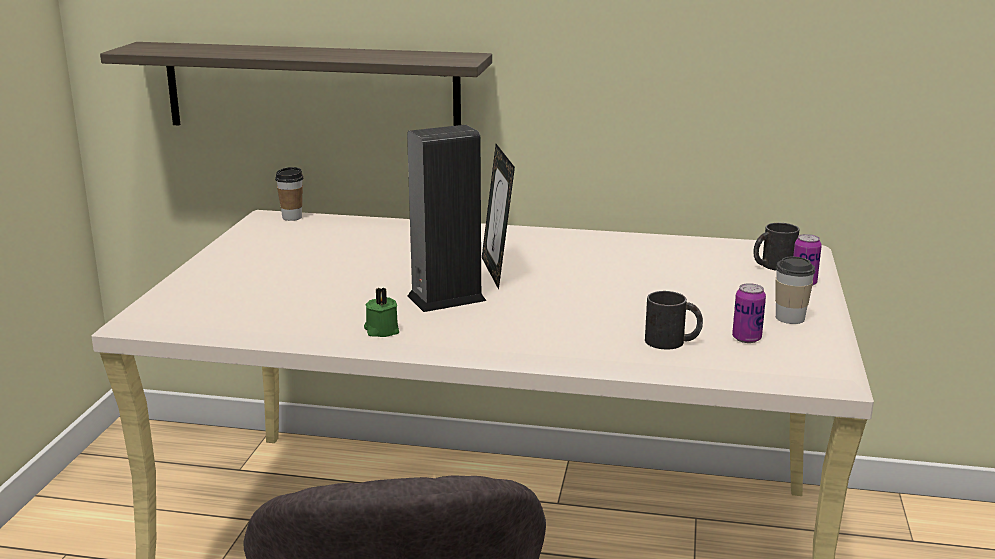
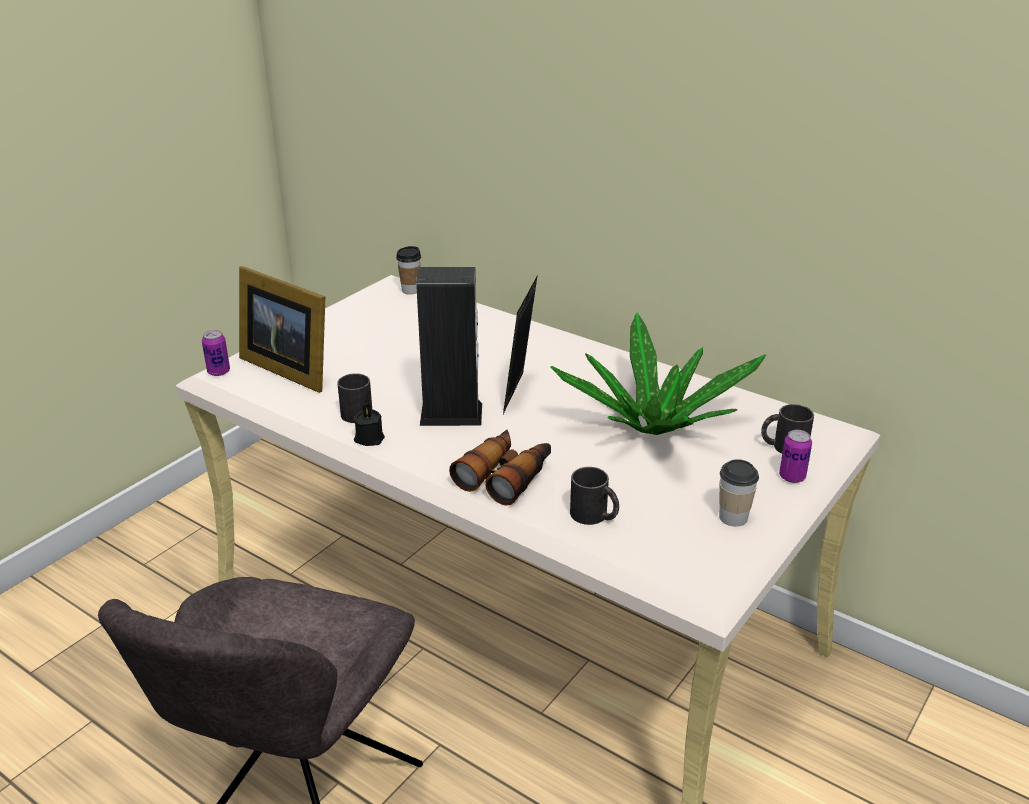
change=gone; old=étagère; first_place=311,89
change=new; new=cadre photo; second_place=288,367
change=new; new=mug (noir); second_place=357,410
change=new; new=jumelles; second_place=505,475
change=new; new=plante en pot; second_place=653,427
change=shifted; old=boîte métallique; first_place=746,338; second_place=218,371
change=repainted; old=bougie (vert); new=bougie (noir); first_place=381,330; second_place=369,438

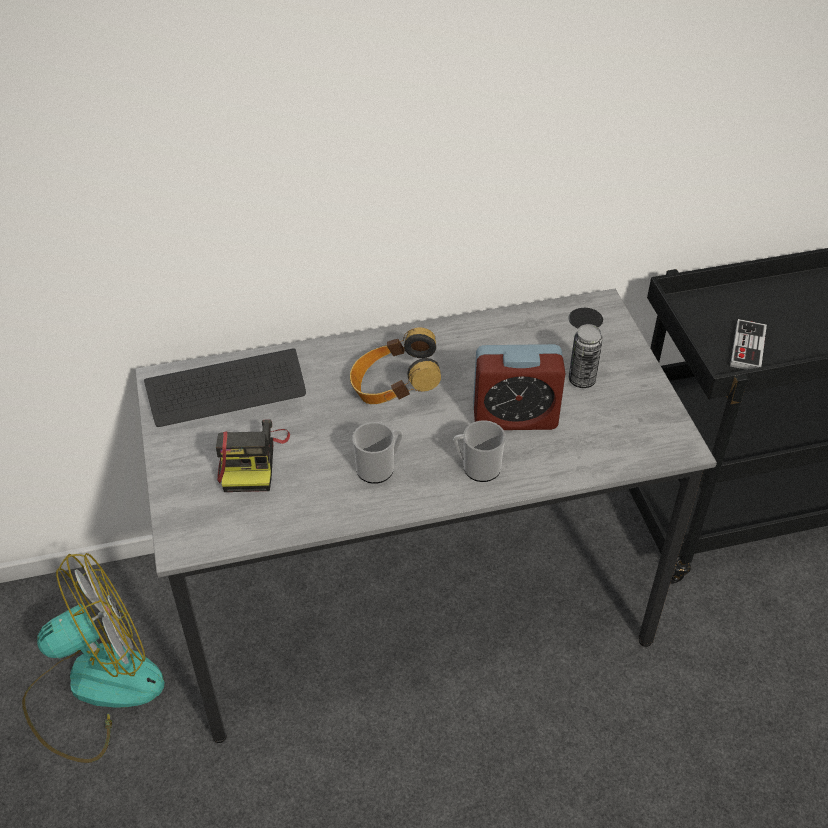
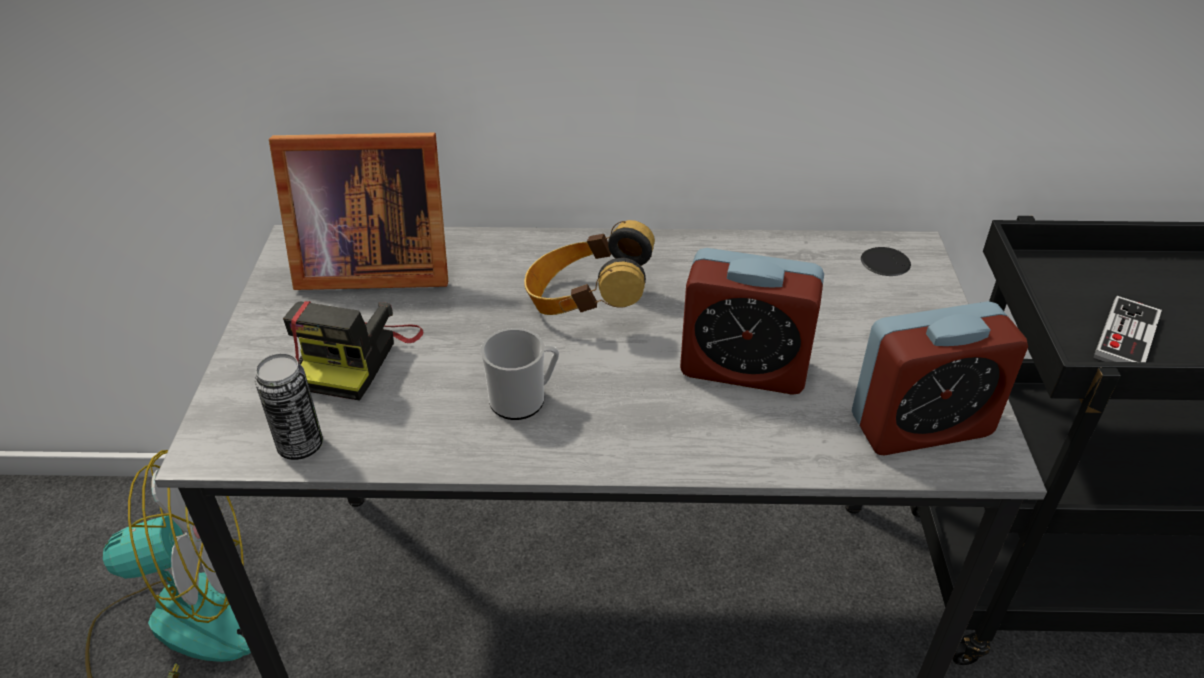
change=gone; old=mug; first_place=477,467
change=new; new=réveil; second_place=920,426
change=shifted; old=boîte métallique; first_place=581,380; second_place=300,445
change=swapped; old=clavier; new=cadre photo; first_place=226,390; second_place=369,267

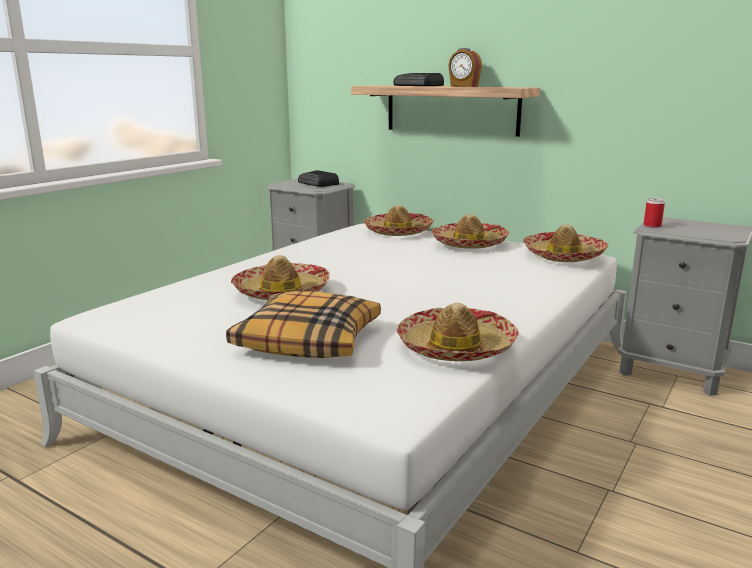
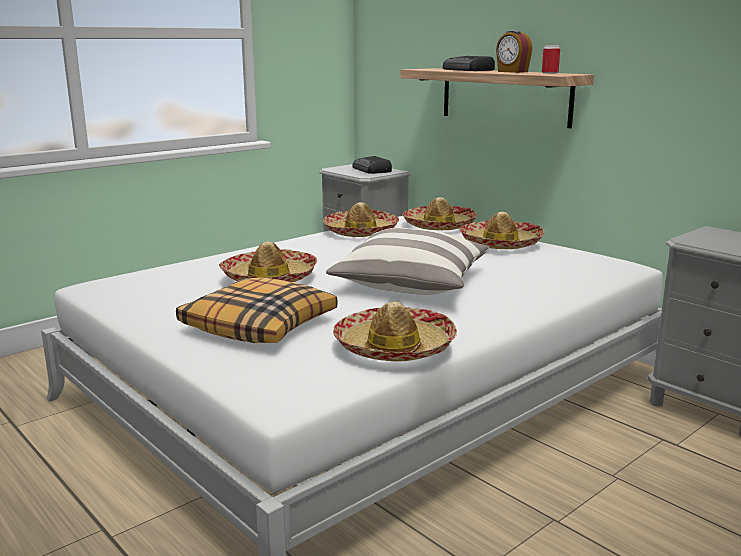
change=new; new=coussin; second_place=411,283
change=shifted; old=chapeau; first_place=563,256; second_place=361,231
change=shifted; old=boîte métallique; first_place=652,226; second_place=550,73

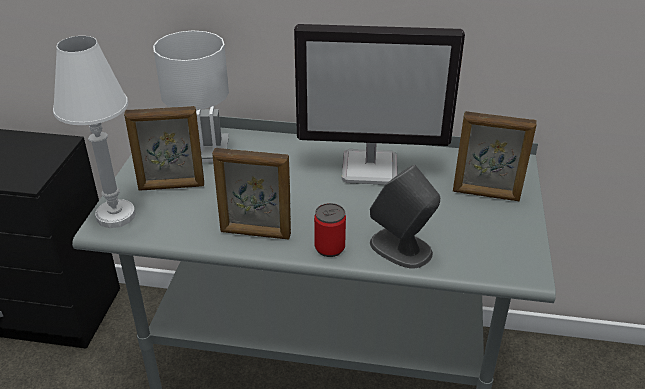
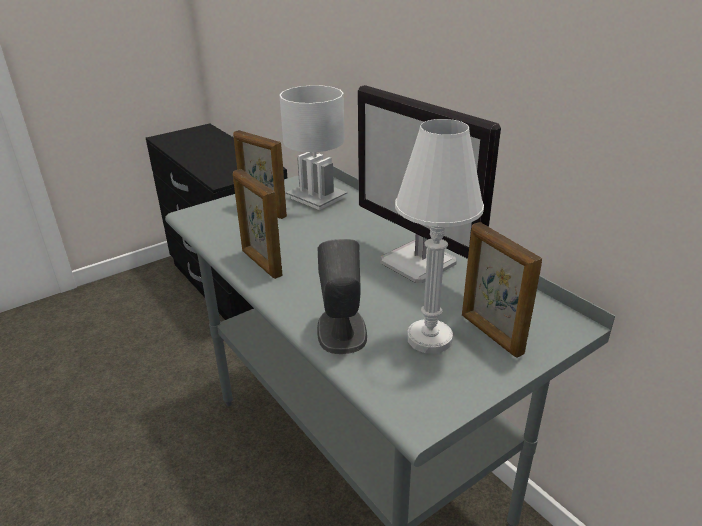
change=gone; old=boîte métallique; first_place=329,248
change=shifted; old=lampe de table (blanc); first_place=116,216; second_place=429,339

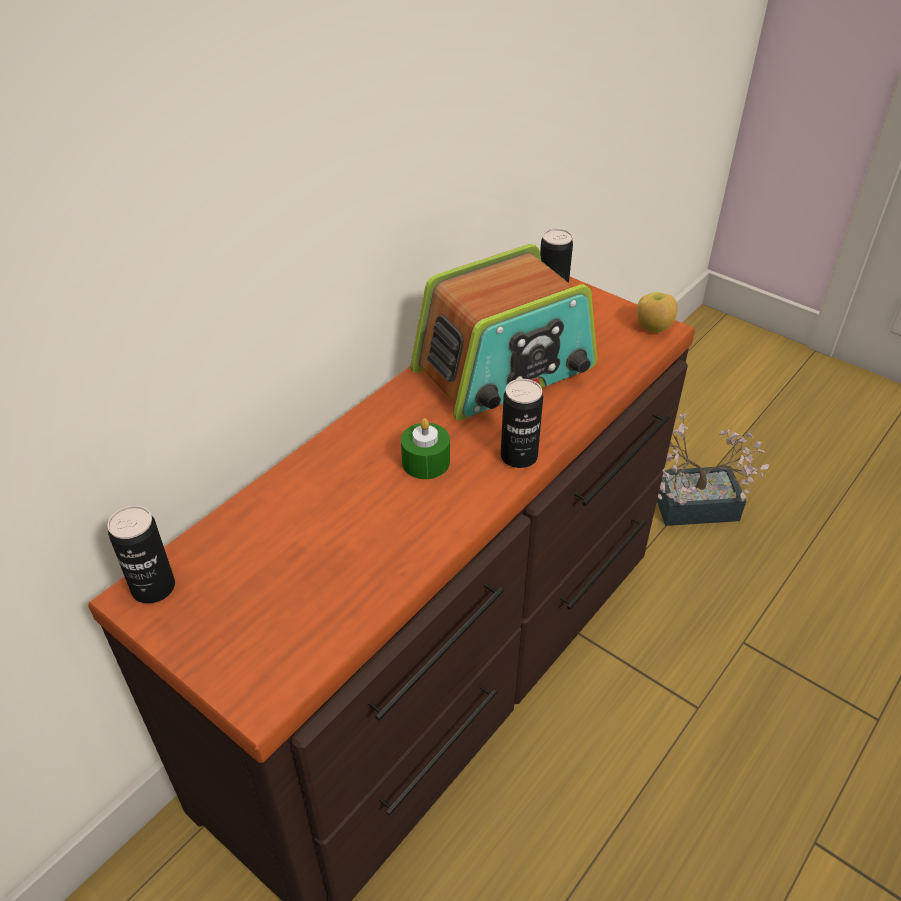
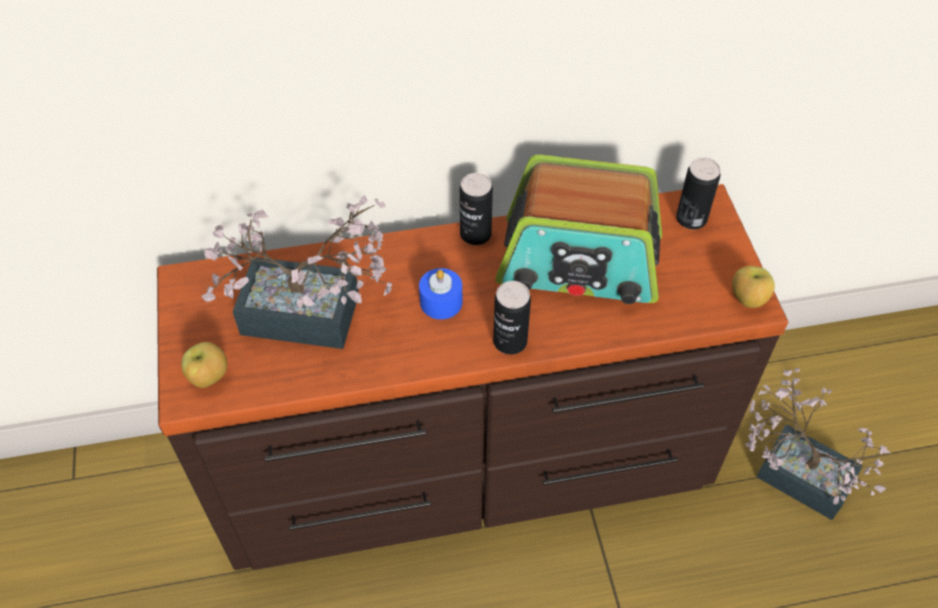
change=new; new=pomme; second_place=209,378
change=new; new=plante en pot; second_place=314,317
change=shifted; old=boîte métallique; first_place=153,588; second_place=475,234
change=repainted; old=bougie (vert); new=bougie (bleu); first_place=425,462; second_place=441,302

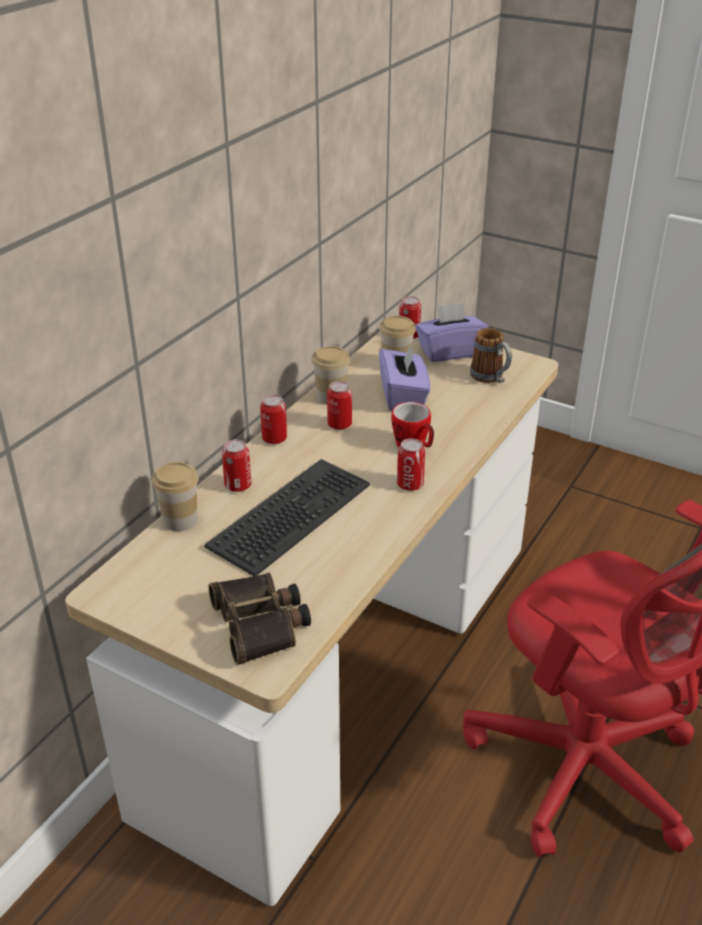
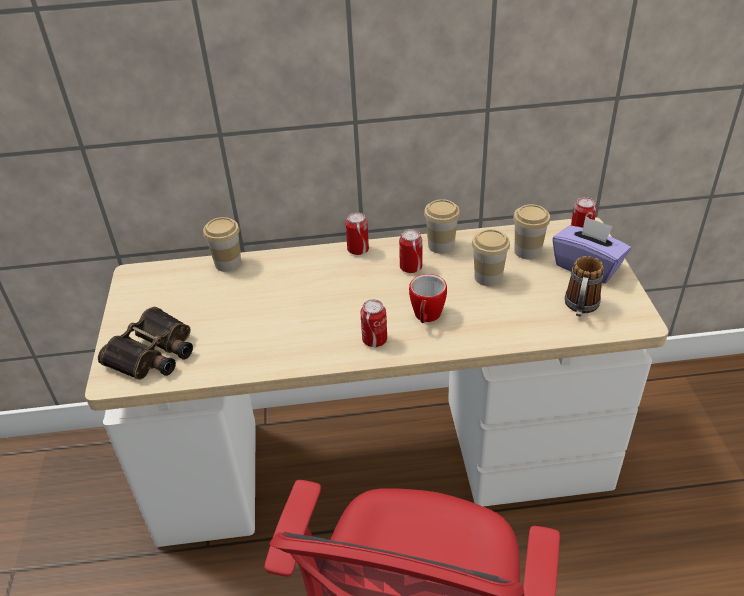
change=gone; old=clavier; first_place=292,517
change=gone; old=boîte métallique; first_place=238,485
change=swapped; old=boîte à mouchoirs (violet); new=tasse; first_place=403,396; second_place=488,277

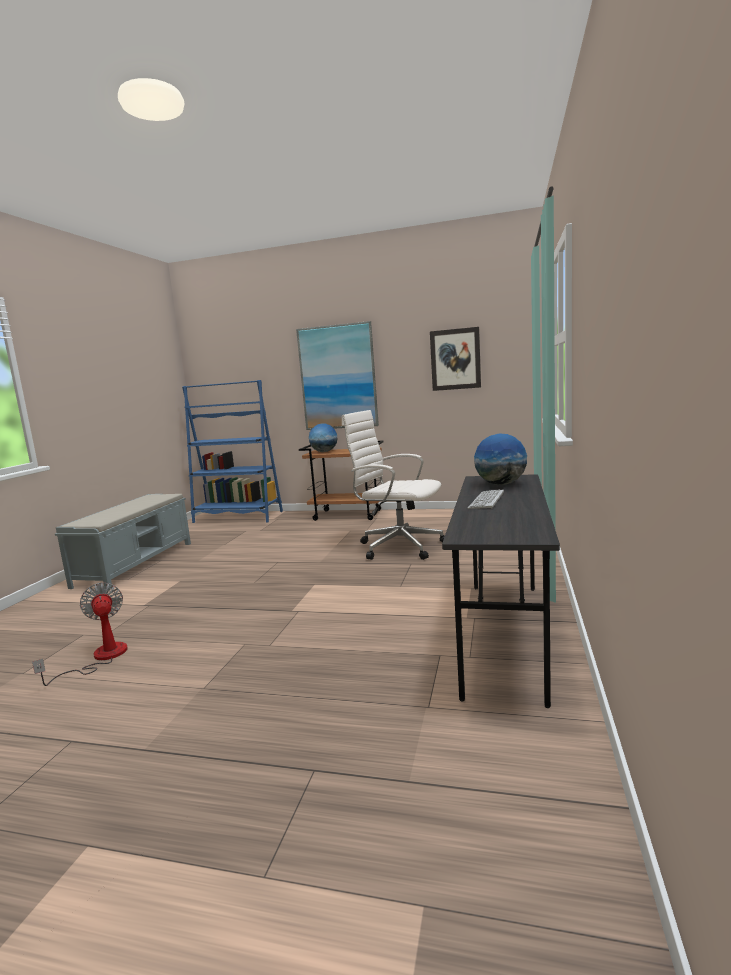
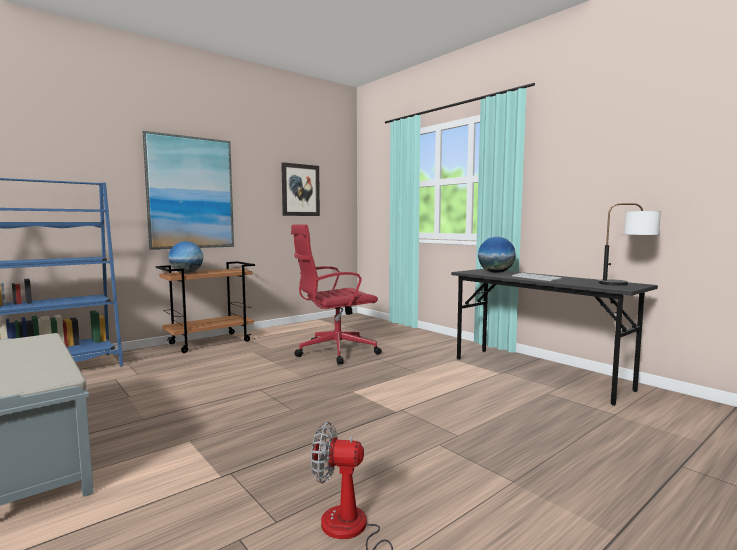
change=new; new=lampe de table; second_place=627,284
change=repainted; old=chaise de bureau (blanc); new=chaise de bureau (rouge); first_place=398,546; second_place=334,352

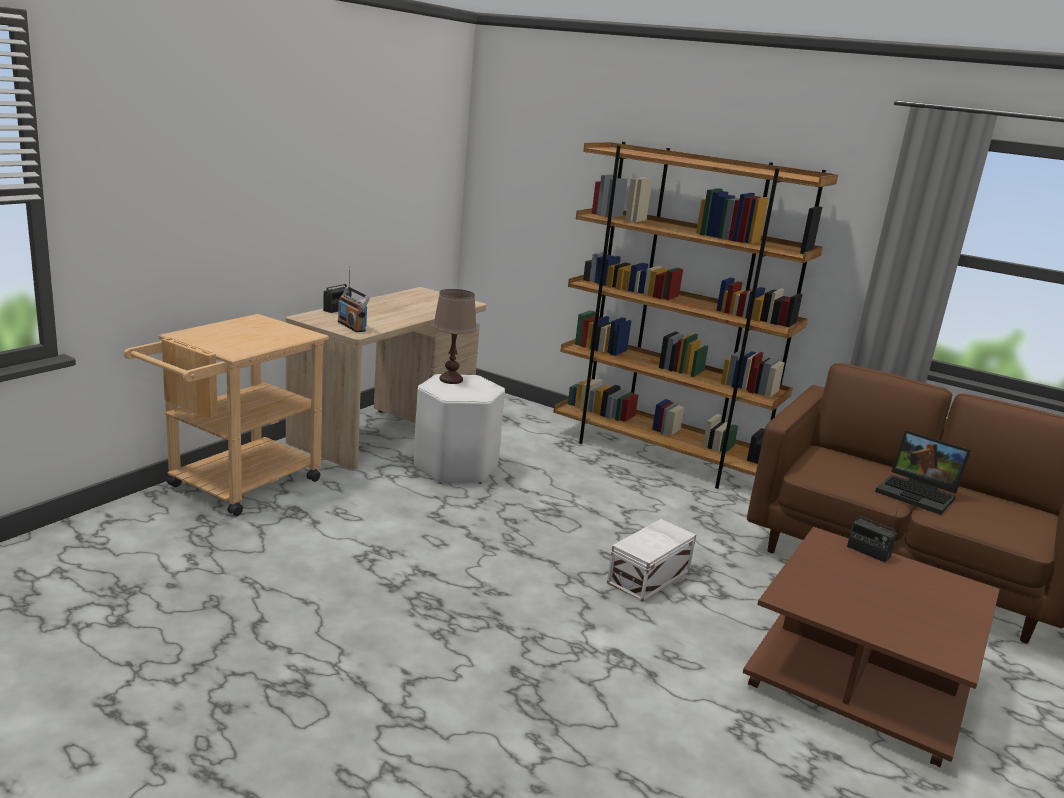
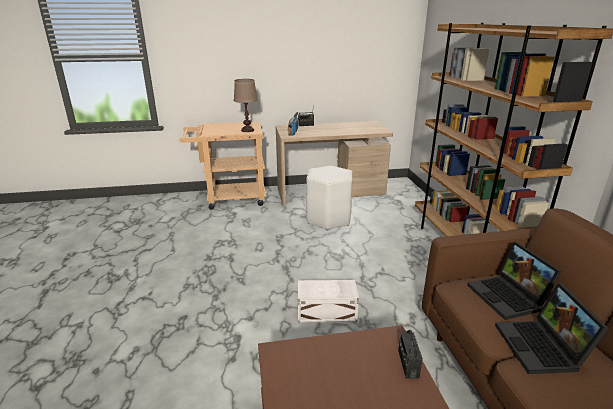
change=new; new=ordinateur portable; second_place=509,297
change=shifted; old=lampe de table (marron); first_place=451,380; second_place=247,130

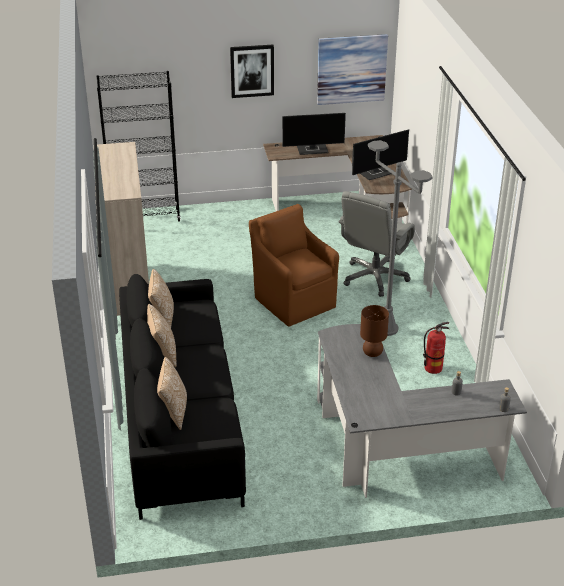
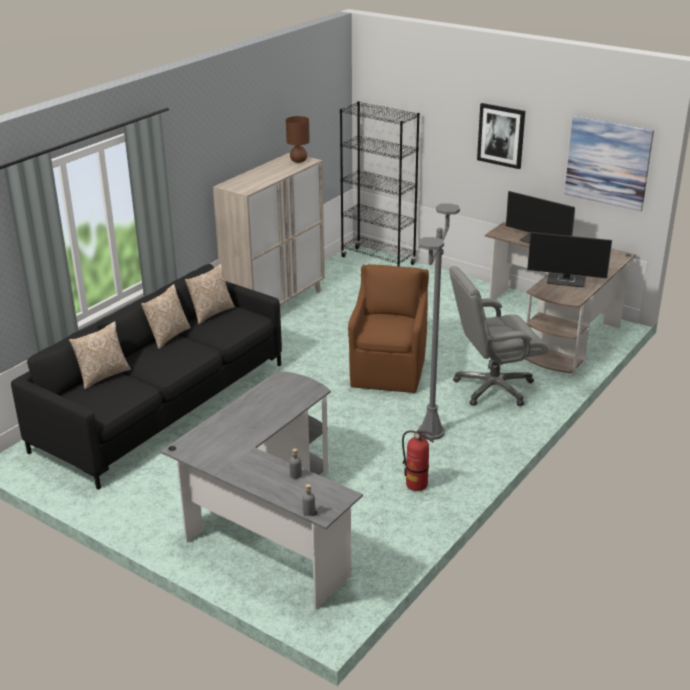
change=shifted; old=lampe de table (marron); first_place=372,353; second_place=298,161

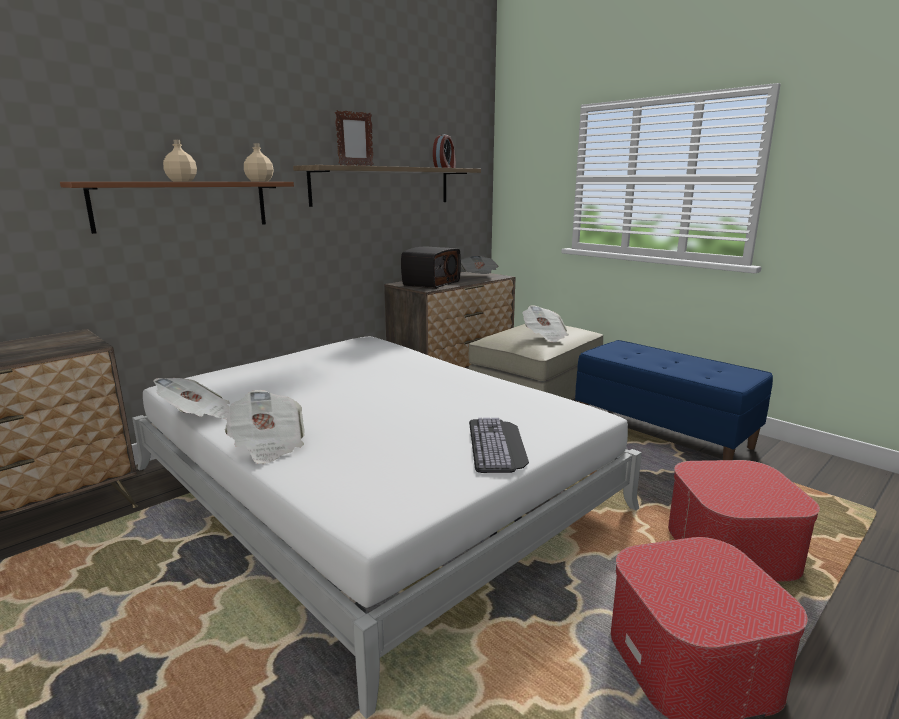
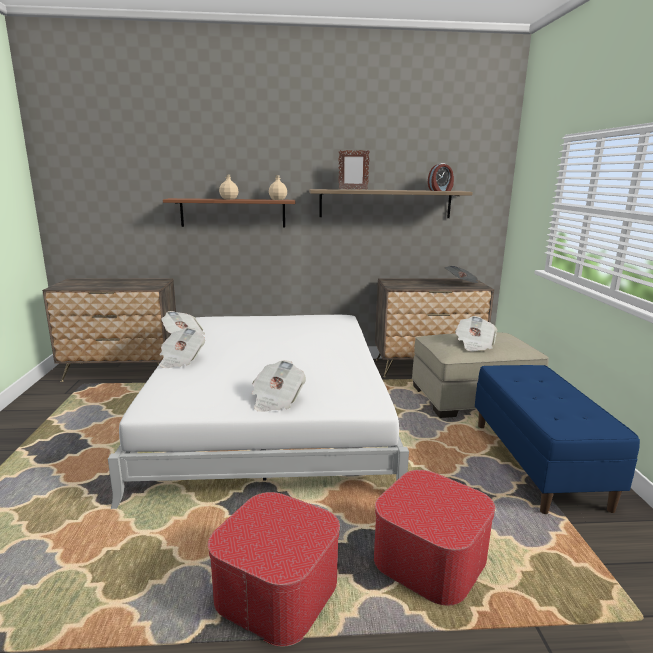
change=gone; old=radio; first_place=430,283
change=swapped; old=clavier; new=journal; first_place=498,445; second_place=276,400

